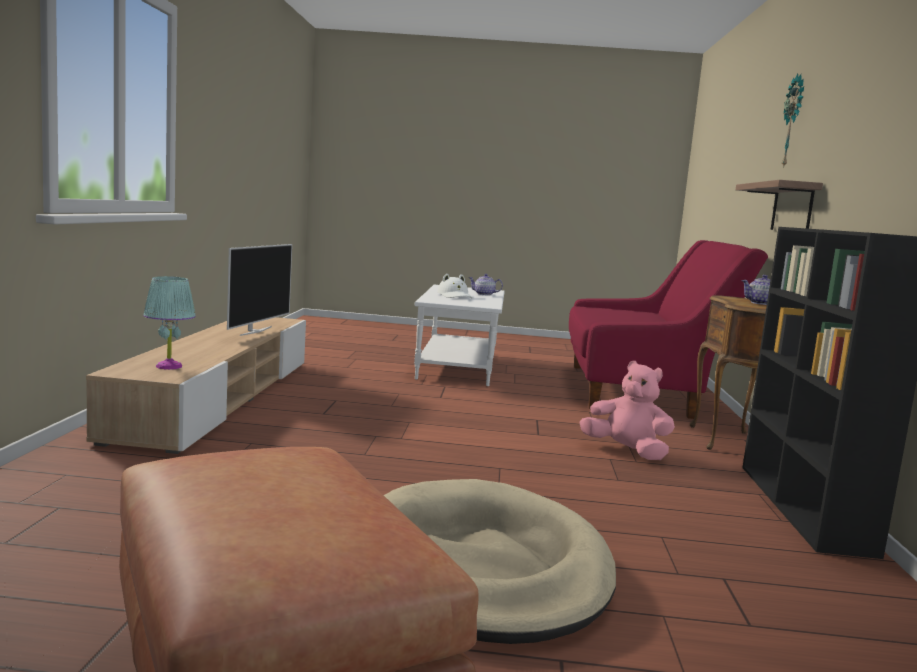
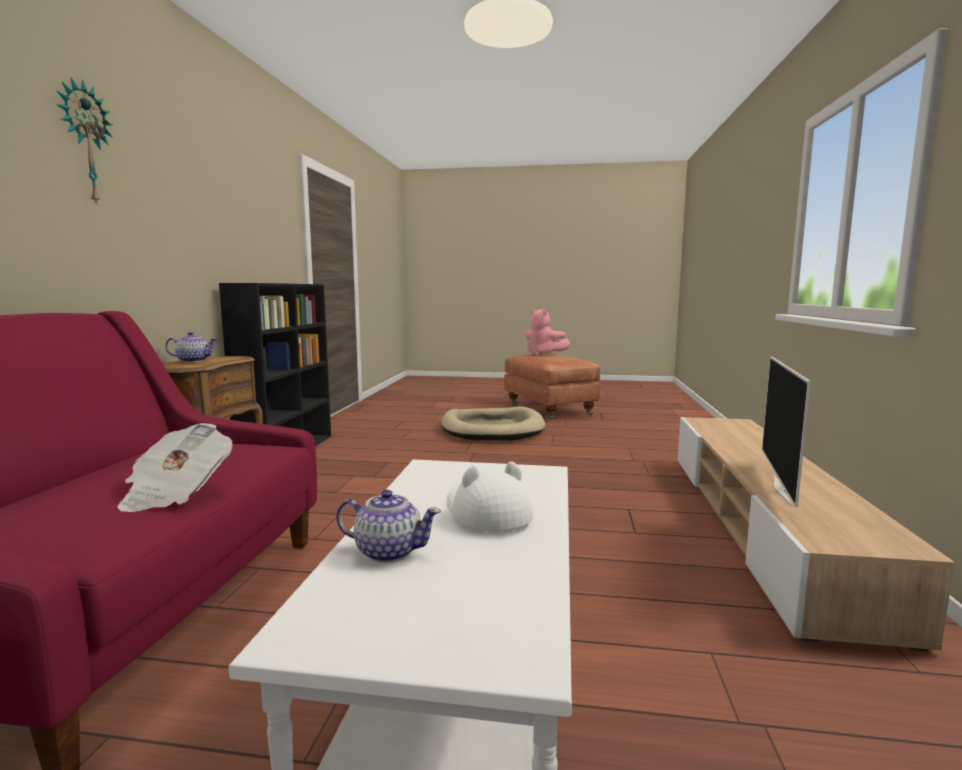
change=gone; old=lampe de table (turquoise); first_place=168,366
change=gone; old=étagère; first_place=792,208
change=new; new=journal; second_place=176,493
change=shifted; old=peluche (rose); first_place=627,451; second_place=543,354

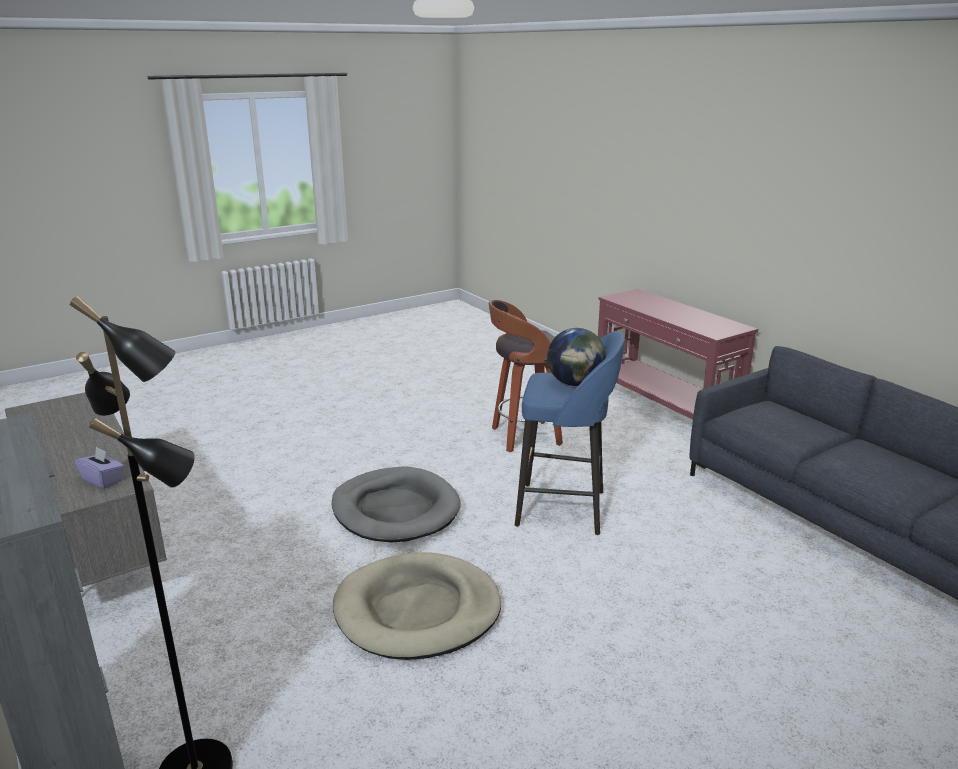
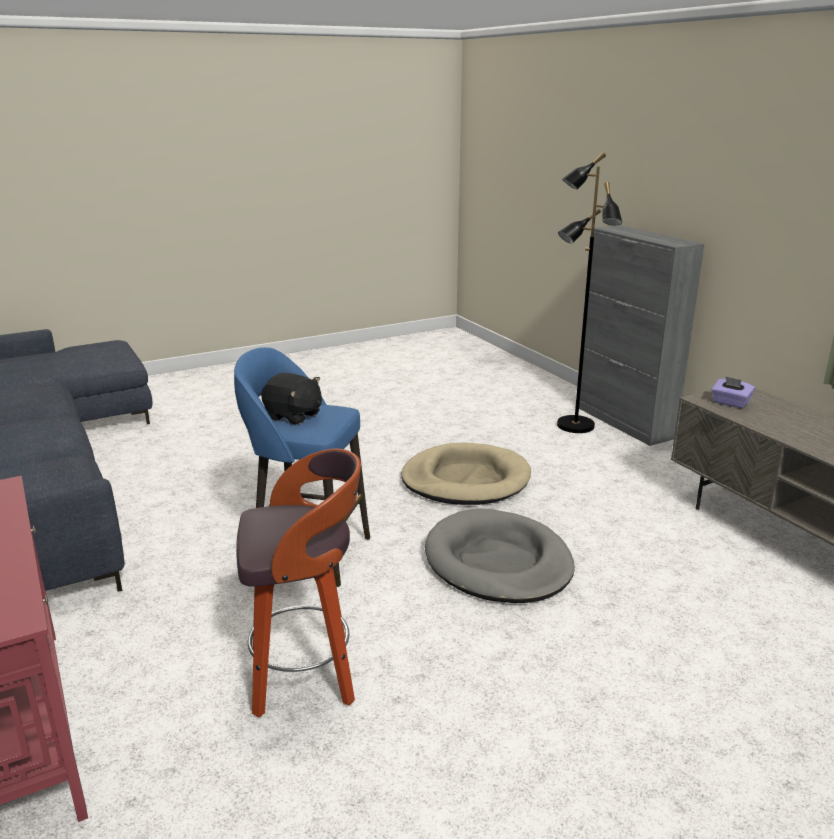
change=swapped; old=globe; new=peluche (noir); first_place=575,383; second_place=293,416

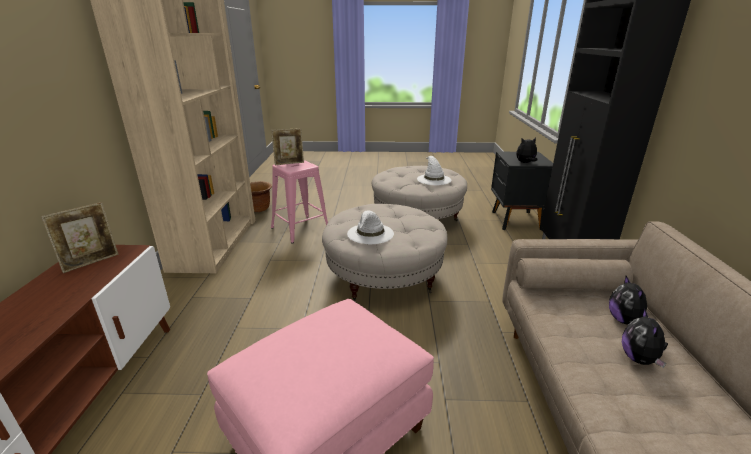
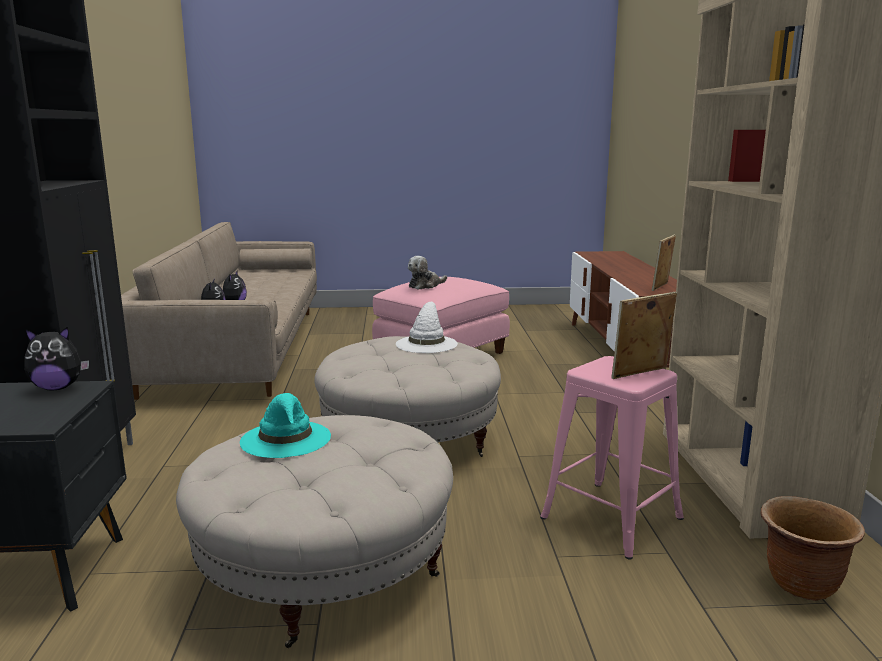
change=new; new=peluche; second_place=425,286
change=repainted; old=chapeau (blanc); new=chapeau (turquoise); first_place=433,179; second_place=286,439

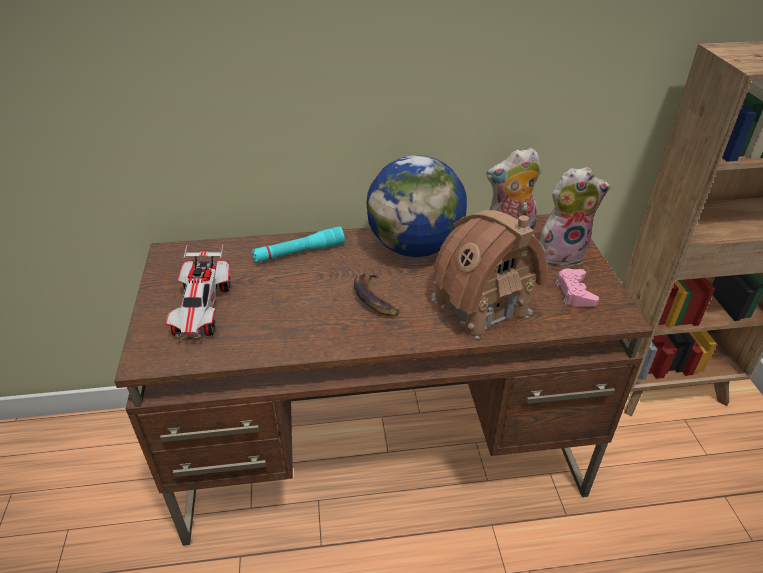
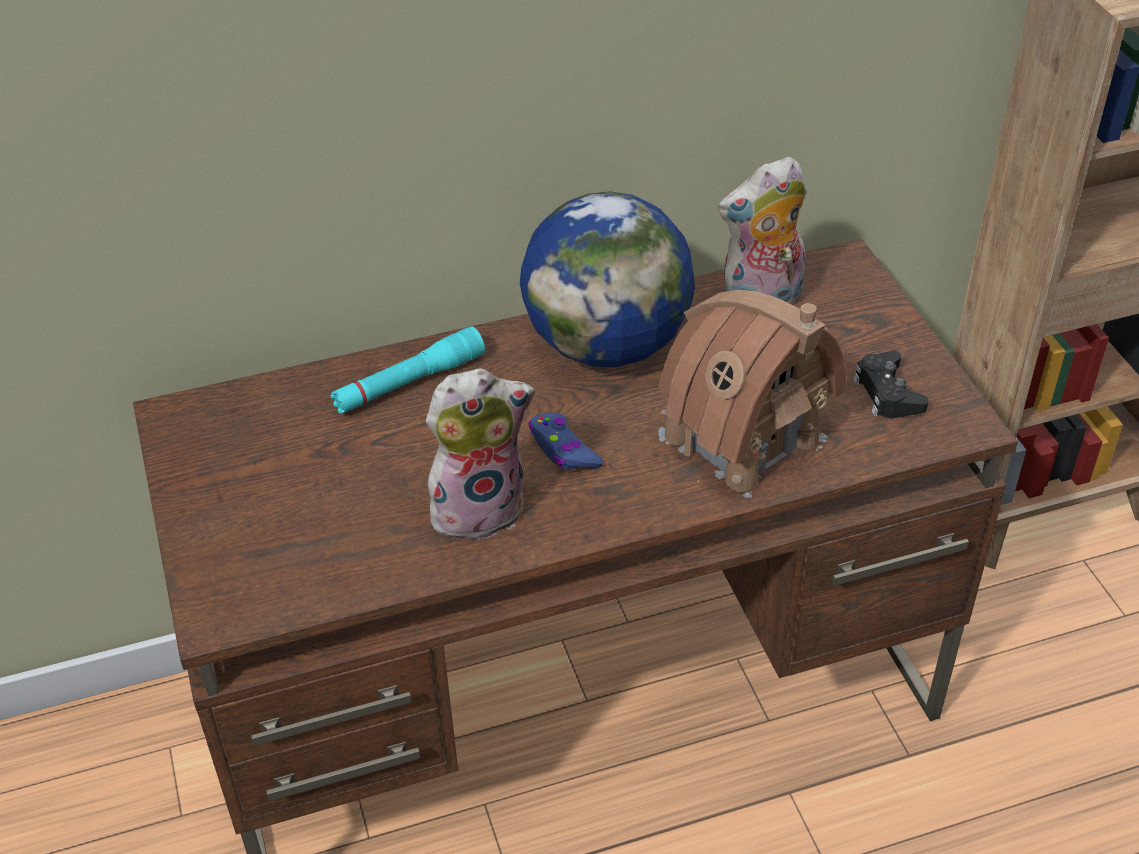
change=gone; old=petite voiture; first_place=203,310
change=shifted; old=peluche; first_place=561,253; second_place=479,507
change=swapped; old=banane; new=manette (bleu); first_place=374,298; second_place=563,450
change=repainted; old=manette (rose); new=manette (noir); first_place=574,292; second_place=887,393

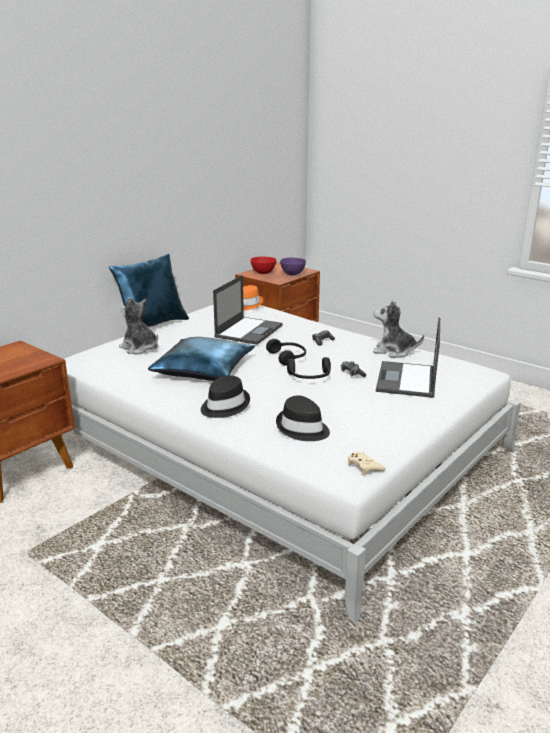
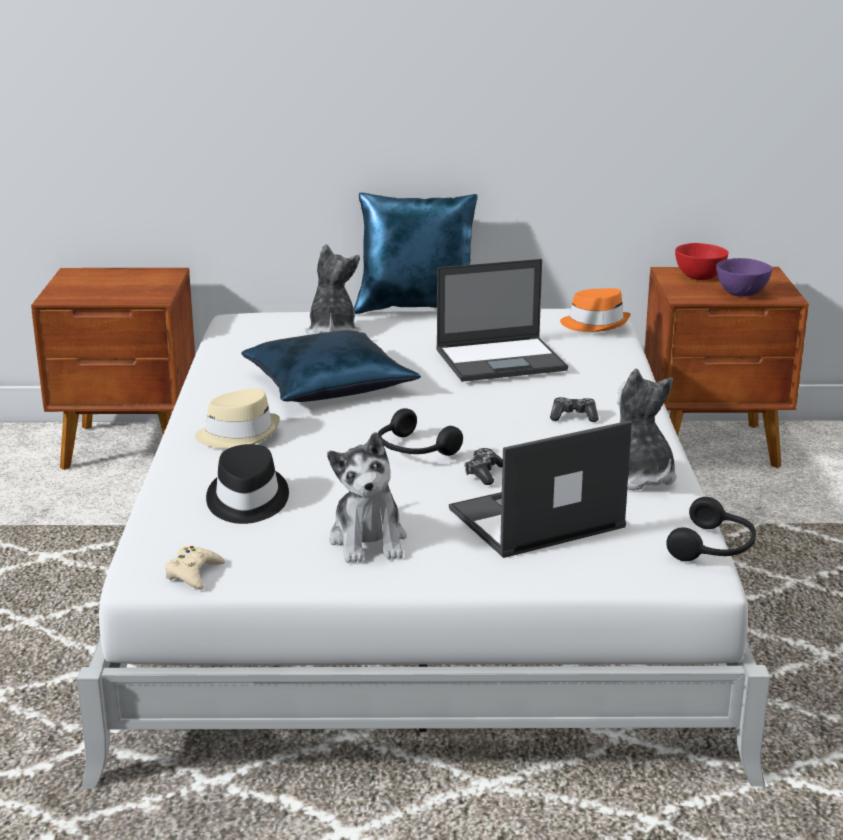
change=new; new=peluche; second_place=368,540
change=shifted; old=casque audio (noir); first_place=288,357; second_place=714,548
change=repainted; old=chapeau (noir); new=chapeau (beige); first_place=224,406; second_place=239,434

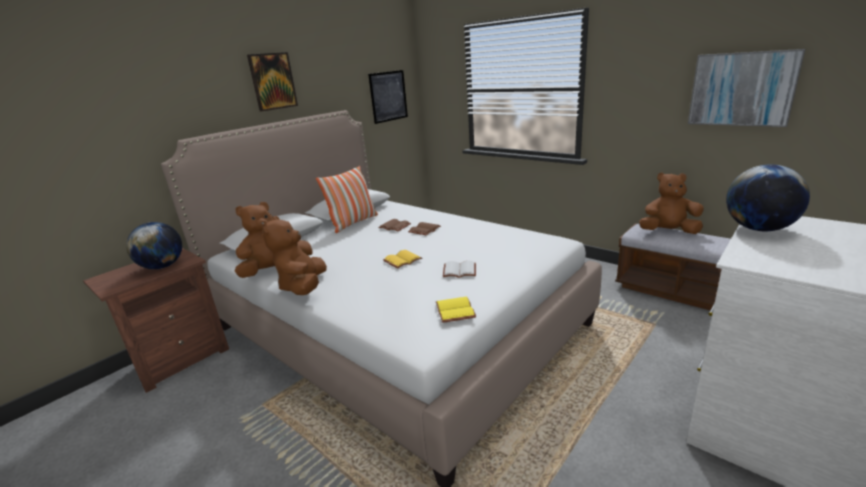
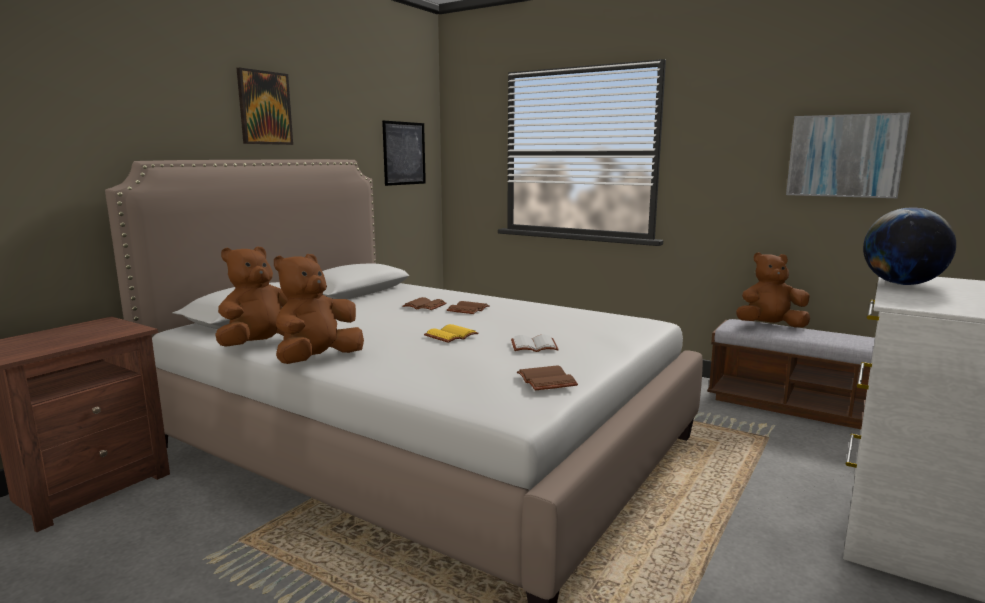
change=gone; old=globe; first_place=162,266
change=gone; old=coussin; first_place=353,223
change=repainted; old=livre (jaune); new=livre (marron); first_place=456,311; second_place=548,380
change=rotated; old=peluche (marron); first_place=303,286; second_place=318,360; degrees=45

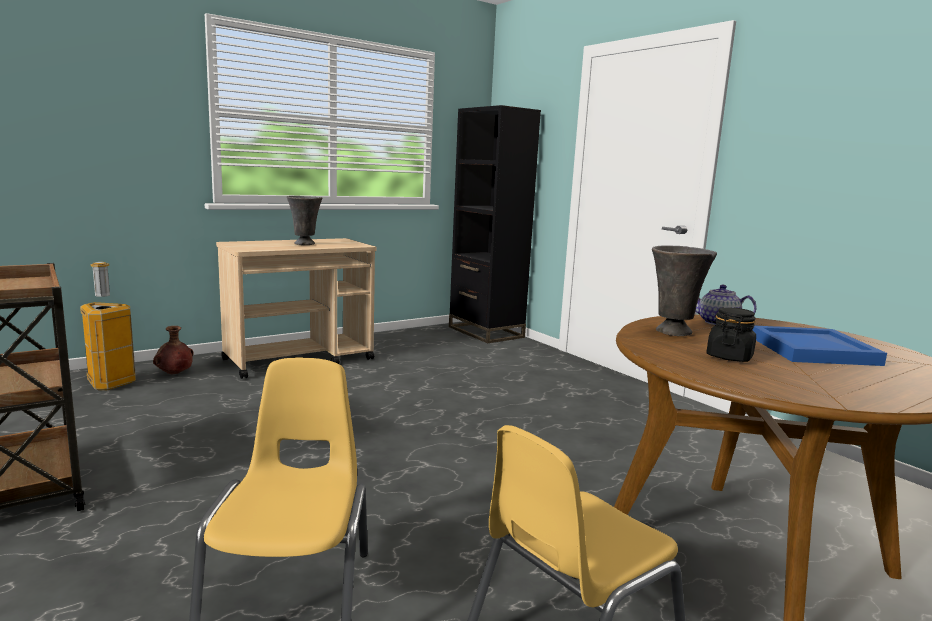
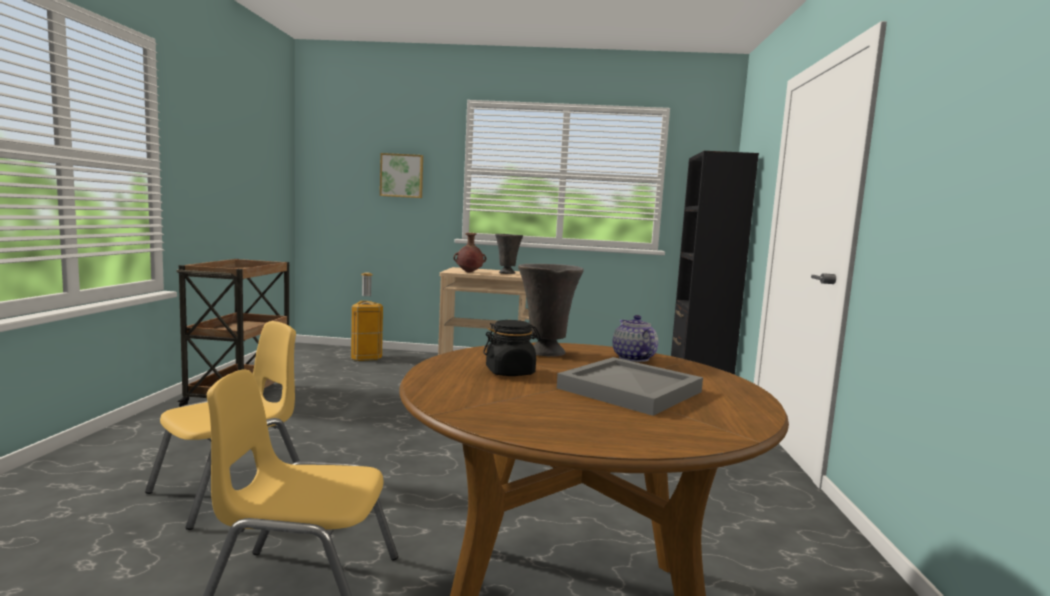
change=new; new=tableau; second_place=402,175
change=shifted; old=vase (marron); first_place=174,374; second_place=469,272
change=repainted; old=plateau (bleu); new=plateau (gris); first_place=810,349; second_place=629,389

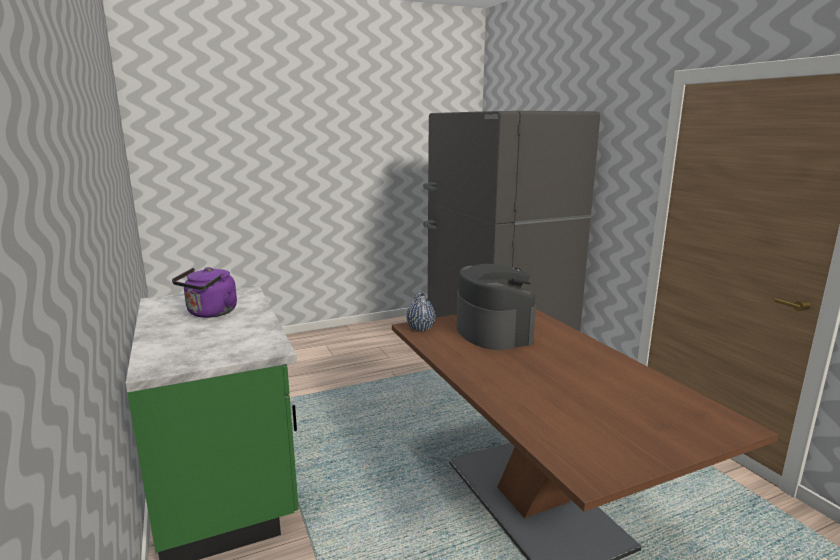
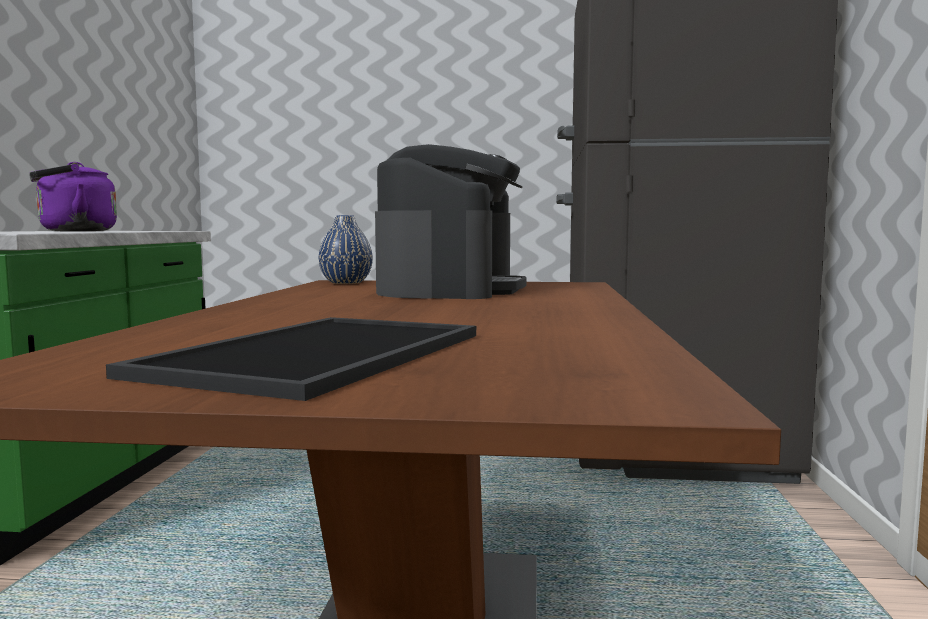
change=new; new=plateau; second_place=318,353

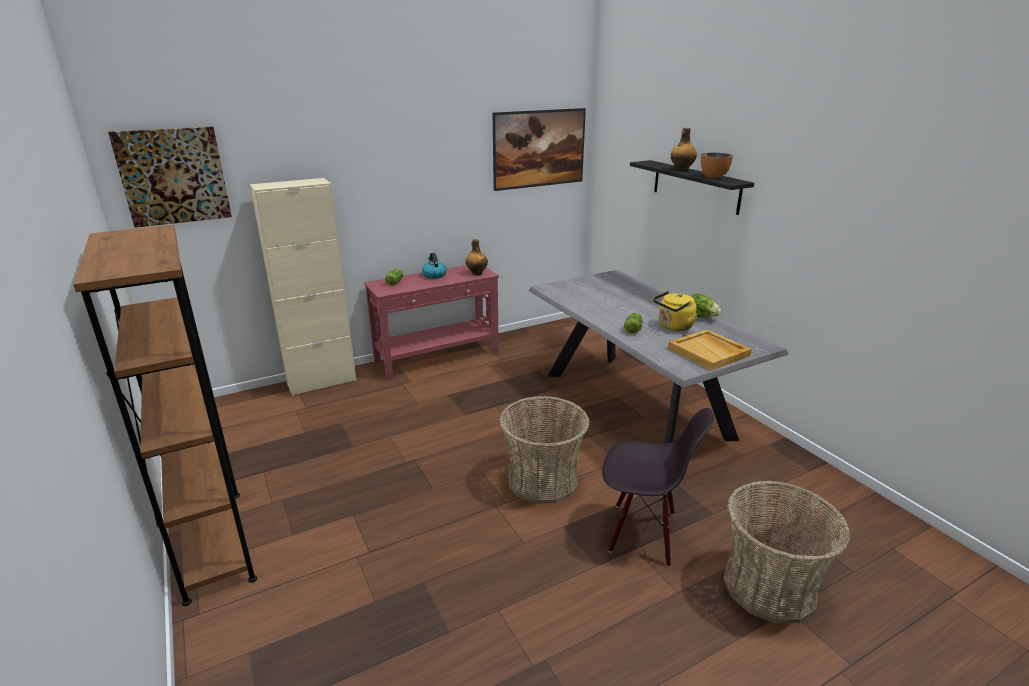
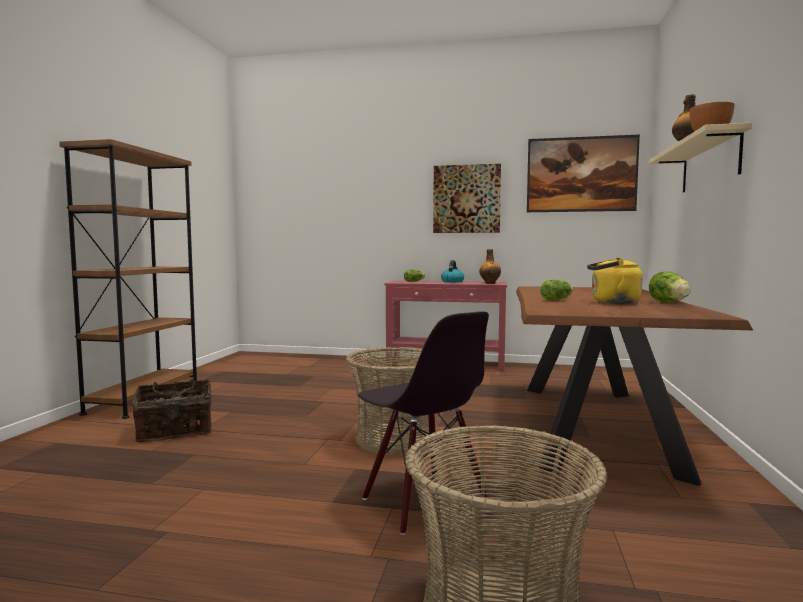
change=gone; old=meuble de rangement (beige); first_place=321,382
change=gone; old=plateau (beige); first_place=709,352
change=new; new=panier; second_place=175,430
change=shifted; old=tableau; first_place=173,176; second_place=466,199
change=repainted; old=table à manger (gris); new=table à manger (marron); first_place=634,405; second_place=592,425
change=repainted; old=étagère (noir); new=étagère (beige); first_place=695,186; second_place=709,164

